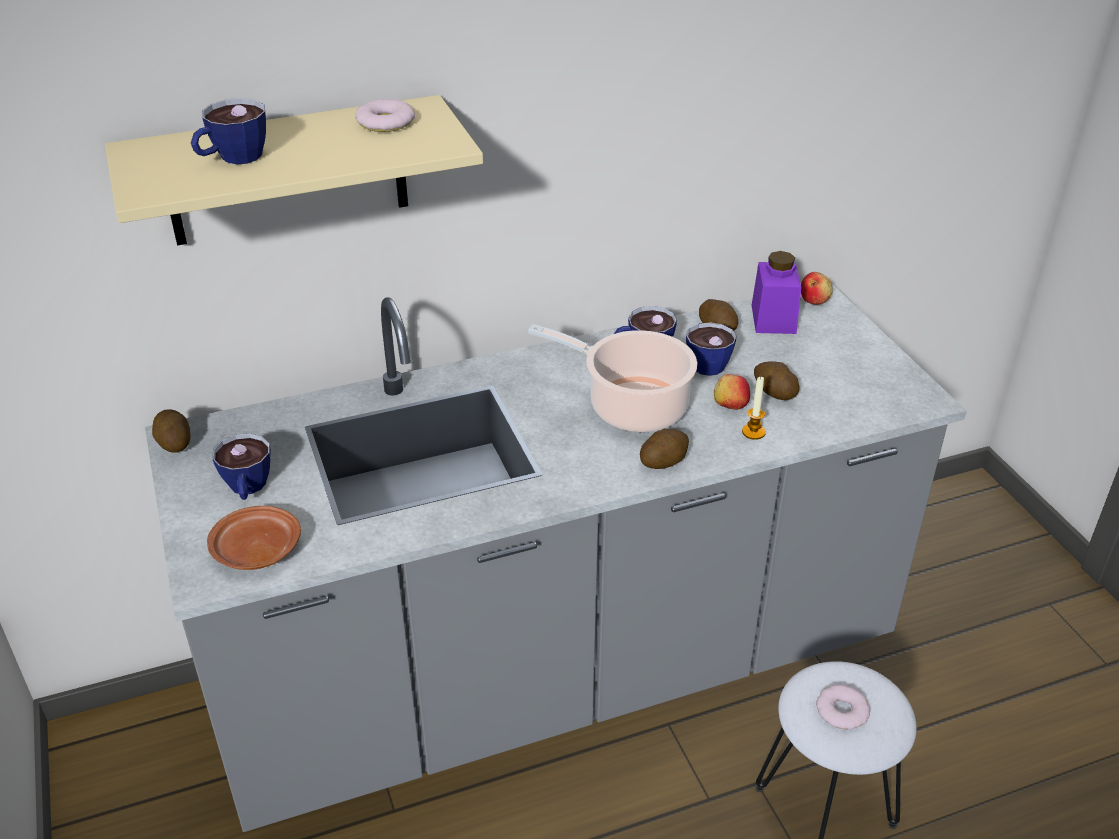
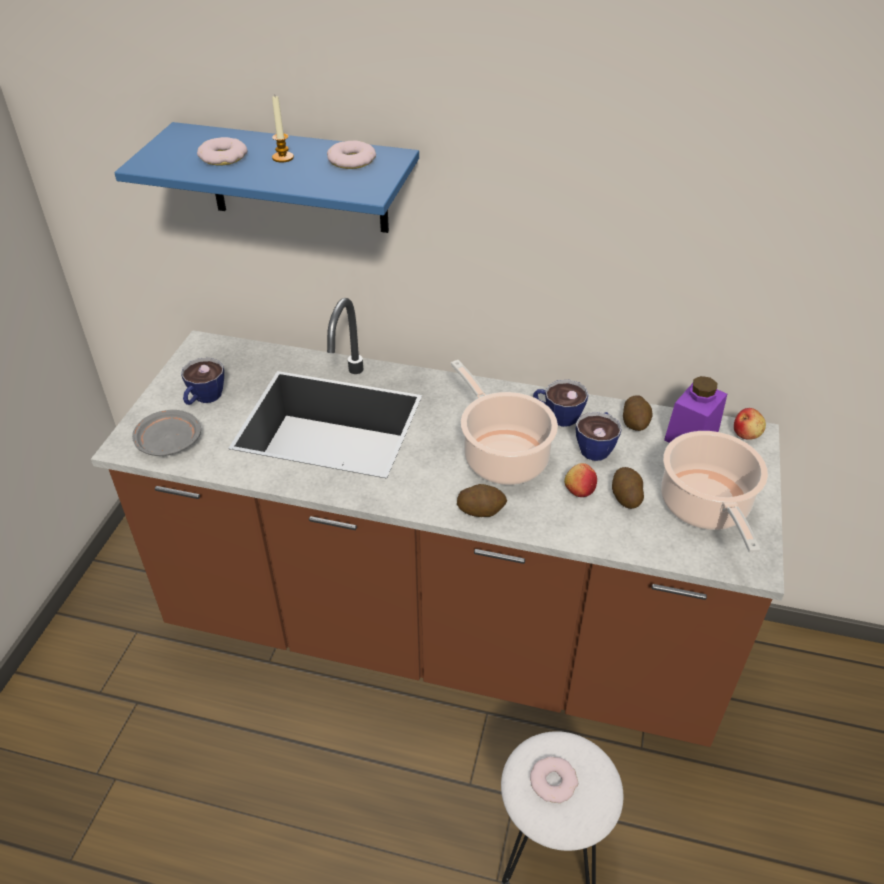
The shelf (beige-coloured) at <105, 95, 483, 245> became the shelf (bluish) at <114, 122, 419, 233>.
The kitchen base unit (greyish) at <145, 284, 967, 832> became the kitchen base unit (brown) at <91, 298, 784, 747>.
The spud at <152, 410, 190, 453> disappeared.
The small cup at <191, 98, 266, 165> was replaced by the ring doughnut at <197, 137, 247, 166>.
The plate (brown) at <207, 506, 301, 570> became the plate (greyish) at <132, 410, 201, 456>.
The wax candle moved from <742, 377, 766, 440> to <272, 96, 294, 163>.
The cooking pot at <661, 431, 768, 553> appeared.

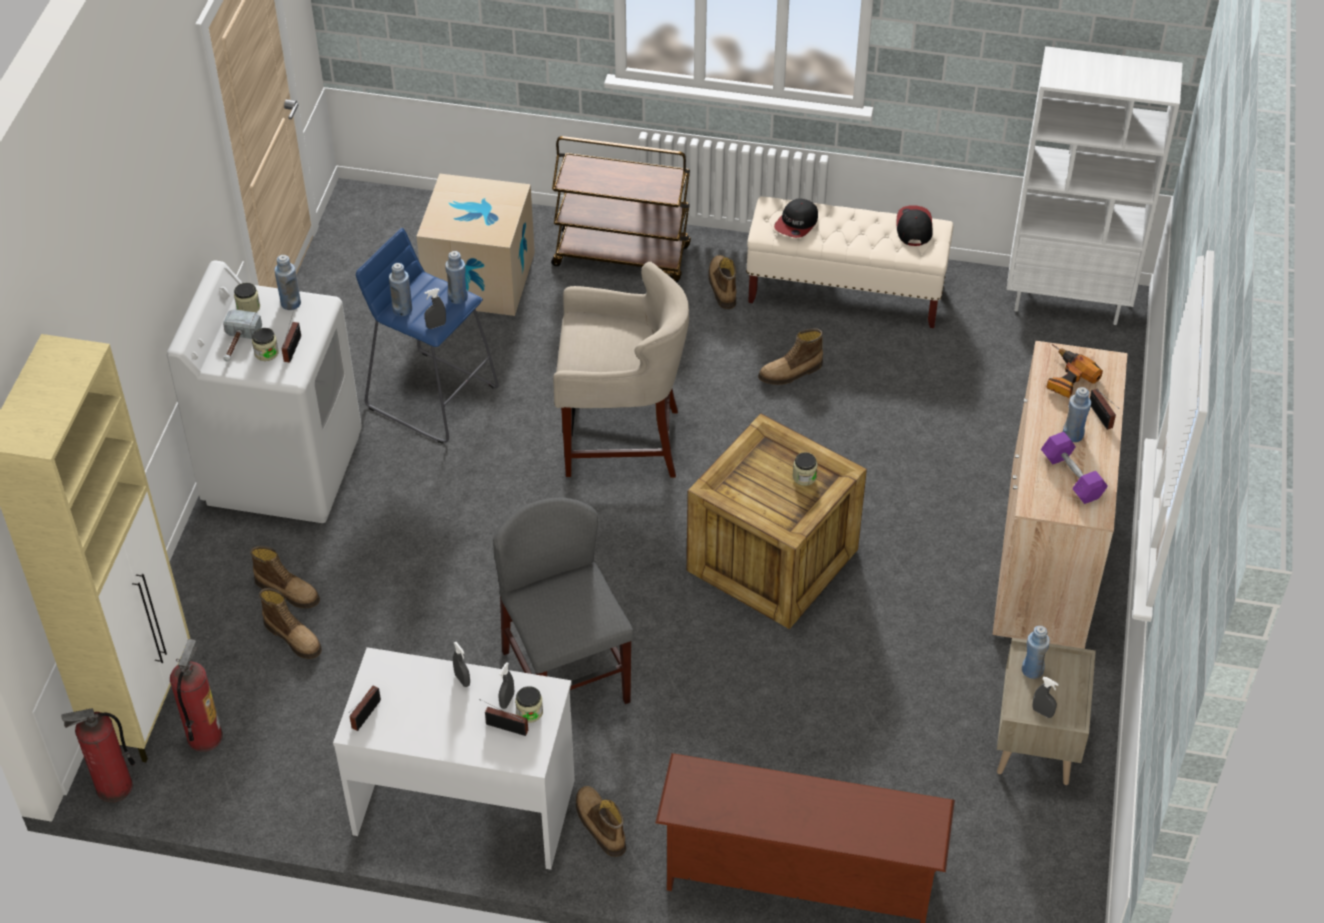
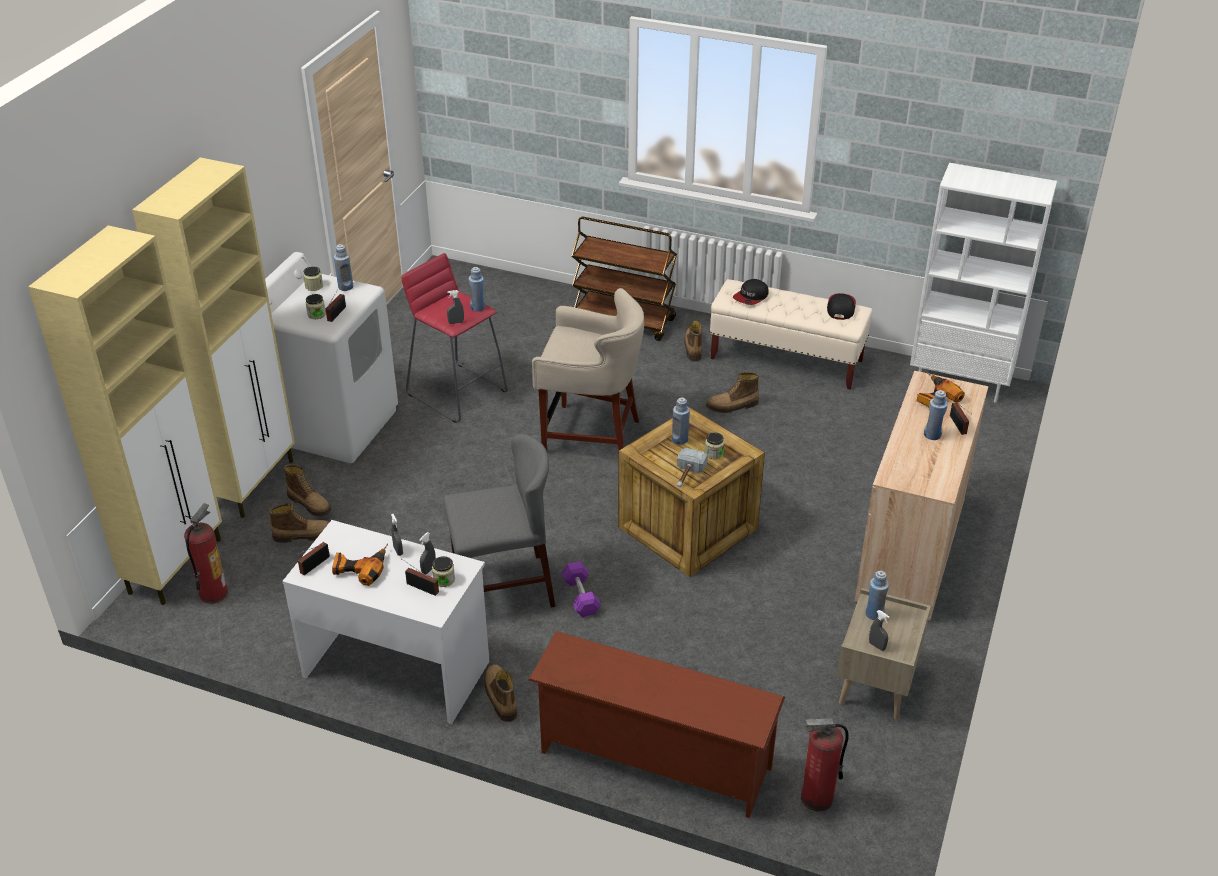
The extinguisher moved from <61, 708, 135, 803> to <801, 718, 849, 812>.
The tool hammer moved from <223, 309, 262, 362> to <677, 448, 708, 487>.
The boot at <259, 588, 322, 659> turned 60 degrees counterclockwise.
The sitting stool (bluish) at <356, 228, 499, 444> became the sitting stool (red-coloured) at <401, 253, 508, 423>.
The bottle (bluish) moved from <389, 263, 412, 316> to <672, 397, 690, 445>.
The cardboard box at <416, 174, 535, 316> disappeared.
The chair (greyish) at <493, 497, 634, 704> turned 90 degrees clockwise.
The hand weight (purple) moved from <1041, 432, 1108, 504> to <562, 561, 601, 617>.
The cabinet (beige-coloured) at <132, 157, 295, 518> appeared.
The power drill at <332, 543, 388, 586> appeared.

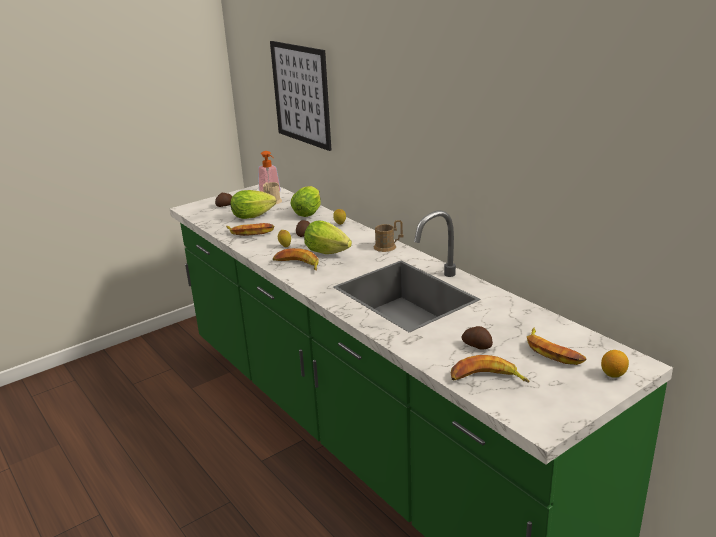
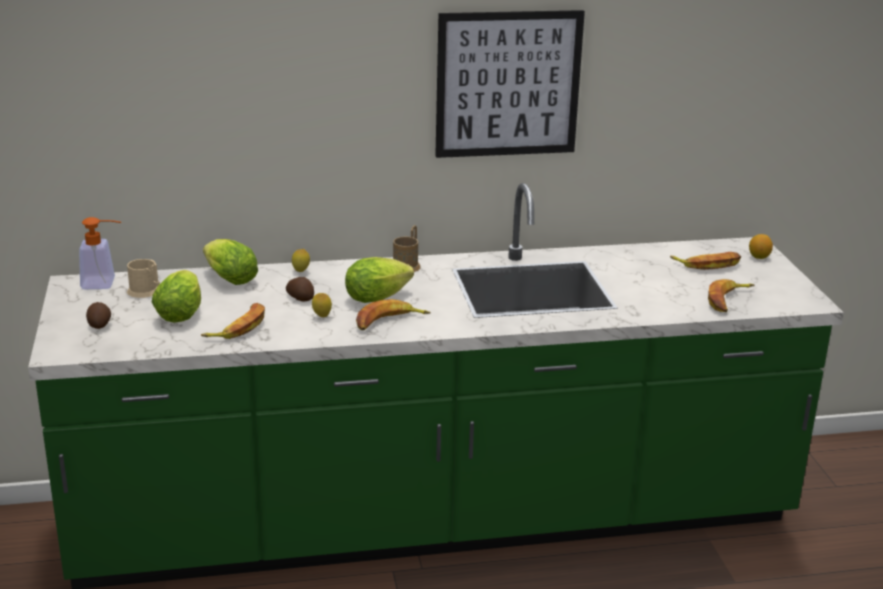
The picture moved from <270, 41, 331, 151> to <435, 10, 585, 158>.
The spud at <462, 326, 493, 349> disappeared.

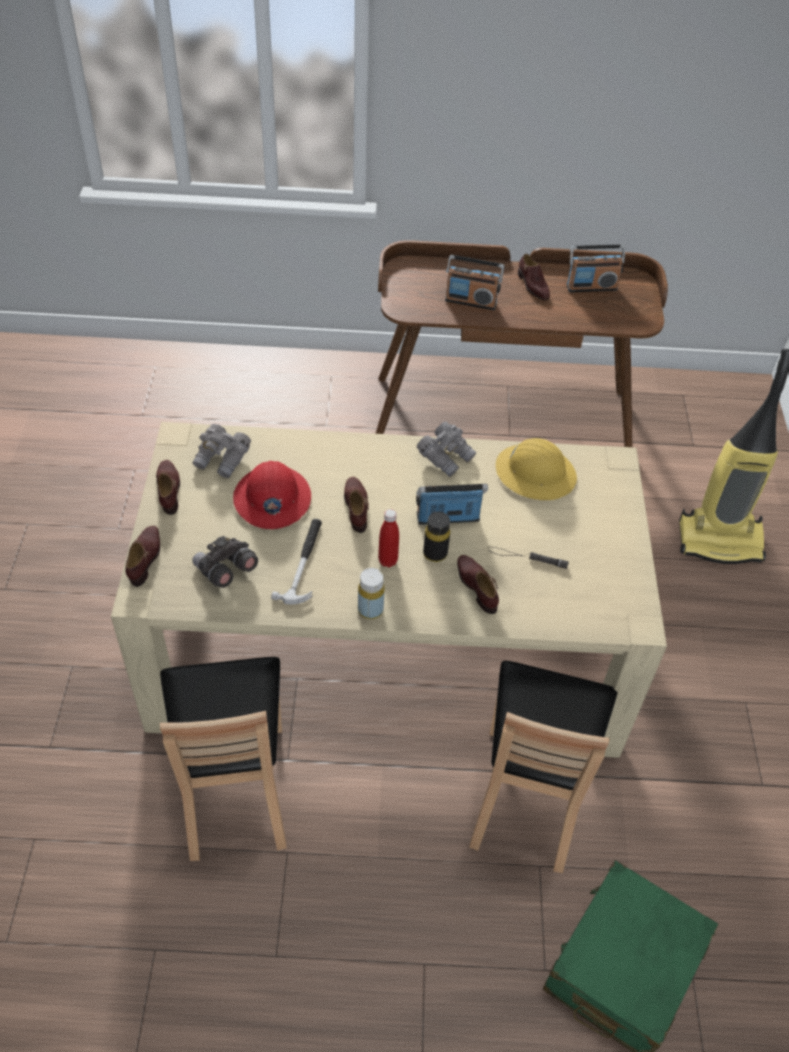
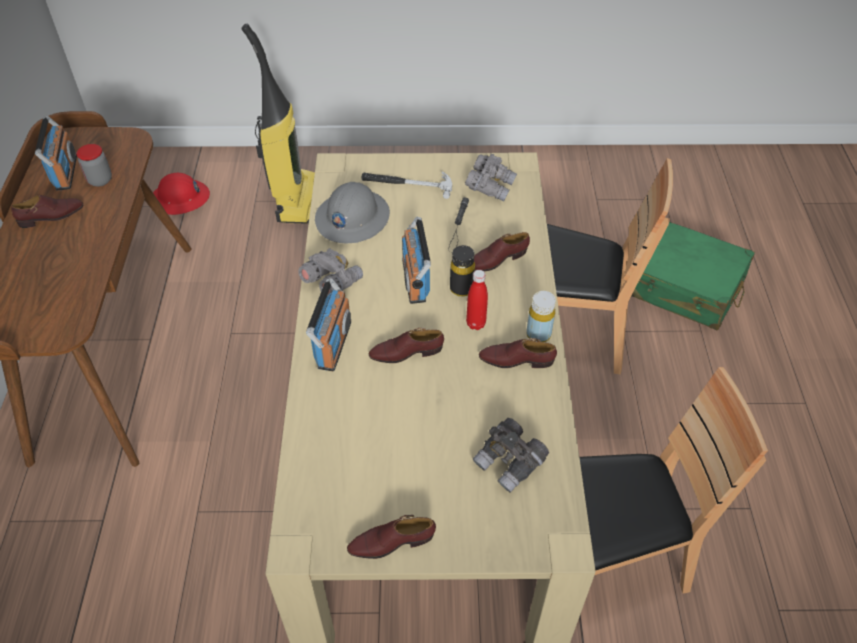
The shoe (brown) moved from <125, 526, 160, 587> to <479, 338, 557, 368>.
The pair of binoculars (greyish) moved from <193, 424, 251, 478> to <465, 154, 517, 202>.
The hard hat (red-coloured) moved from <233, 461, 311, 529> to <153, 173, 210, 215>.
The tool hammer moved from <271, 519, 322, 604> to <361, 172, 452, 199>.
The radio receiver moved from <445, 255, 504, 310> to <306, 278, 351, 371>.
The hard hat (yellow-coloured) at <496, 438, 577, 500> became the hard hat (greyish) at <315, 182, 390, 243>.
The preserve jar at <76, 144, 112, 187> appeared.

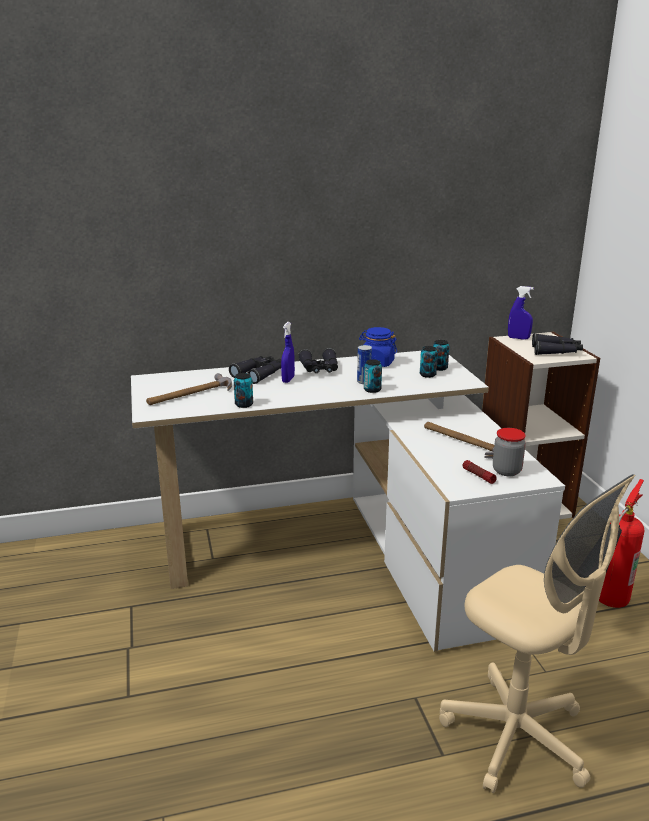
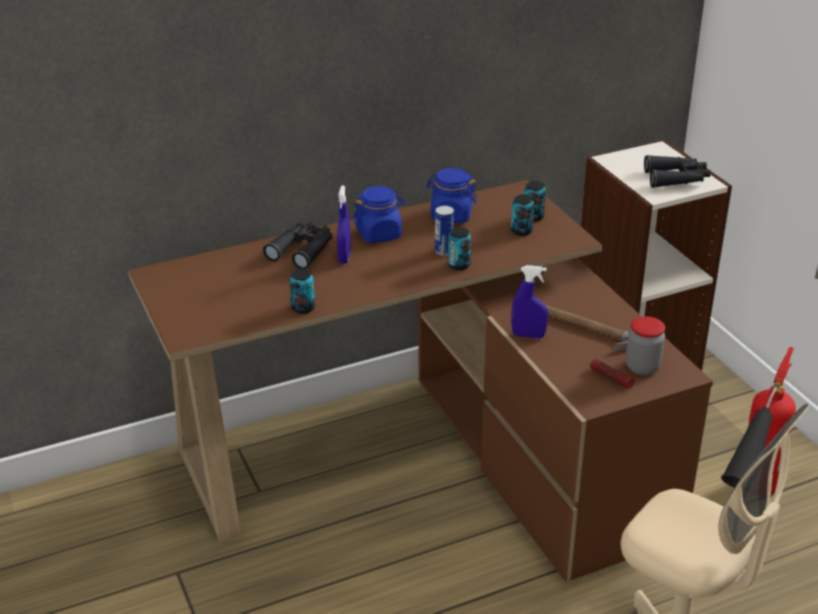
The desk table (white) at <131, 351, 565, 652> became the desk table (brown) at <128, 180, 713, 583>.
The tool hammer at <146, 373, 232, 405> disappeared.
The pair of binoculars (black-coloured) at <298, 348, 338, 373> was replaced by the preserve jar (bluish) at <353, 186, 405, 243>.
The sprayer (bluish) moved from <508, 286, 534, 340> to <511, 265, 548, 339>.

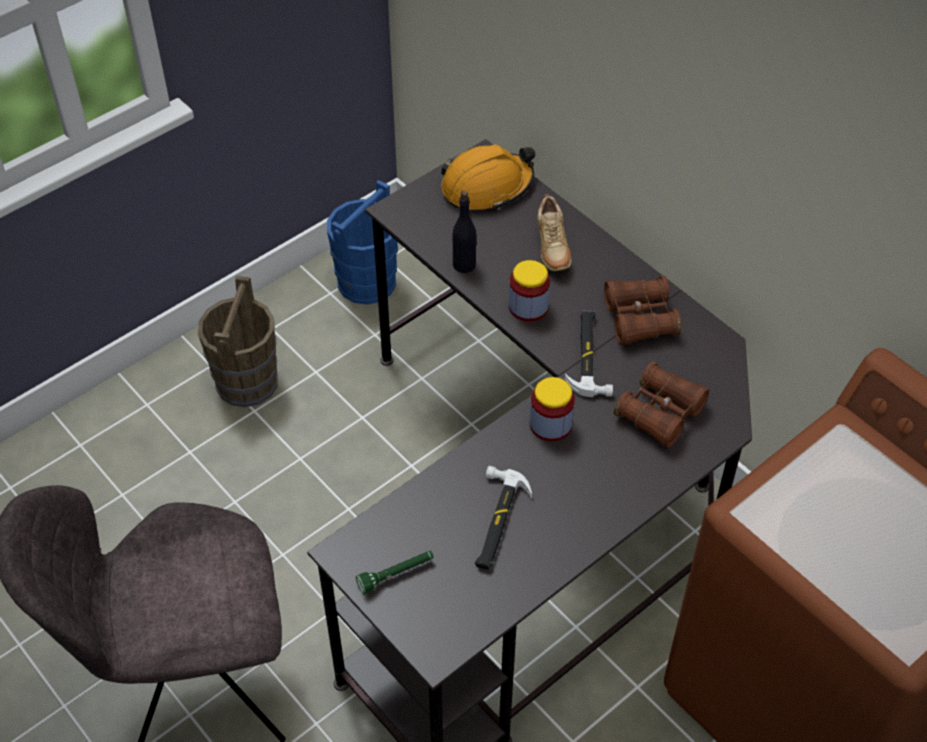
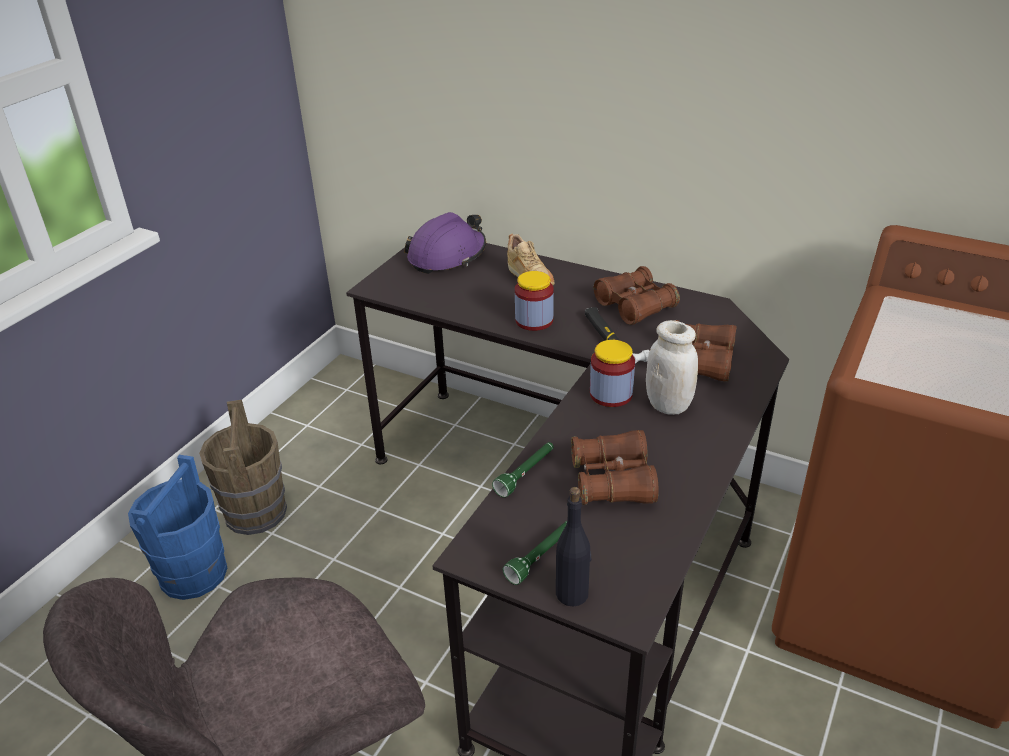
The pail (bluish) moved from <327, 180, 398, 305> to <128, 455, 227, 600>.
The hard hat (orange-coloured) at <441, 144, 535, 210> became the hard hat (purple) at <404, 212, 486, 274>.
The bottle (black-coloured) moved from <453, 190, 477, 273> to <556, 487, 591, 607>.
The tool hammer at <475, 466, 532, 570> was replaced by the pair of binoculars (brown) at <571, 430, 659, 505>.
The flashlight (greenish) at <492, 442, 554, 497> appeared.
The preserve jar (white) at <646, 320, 698, 415> appeared.

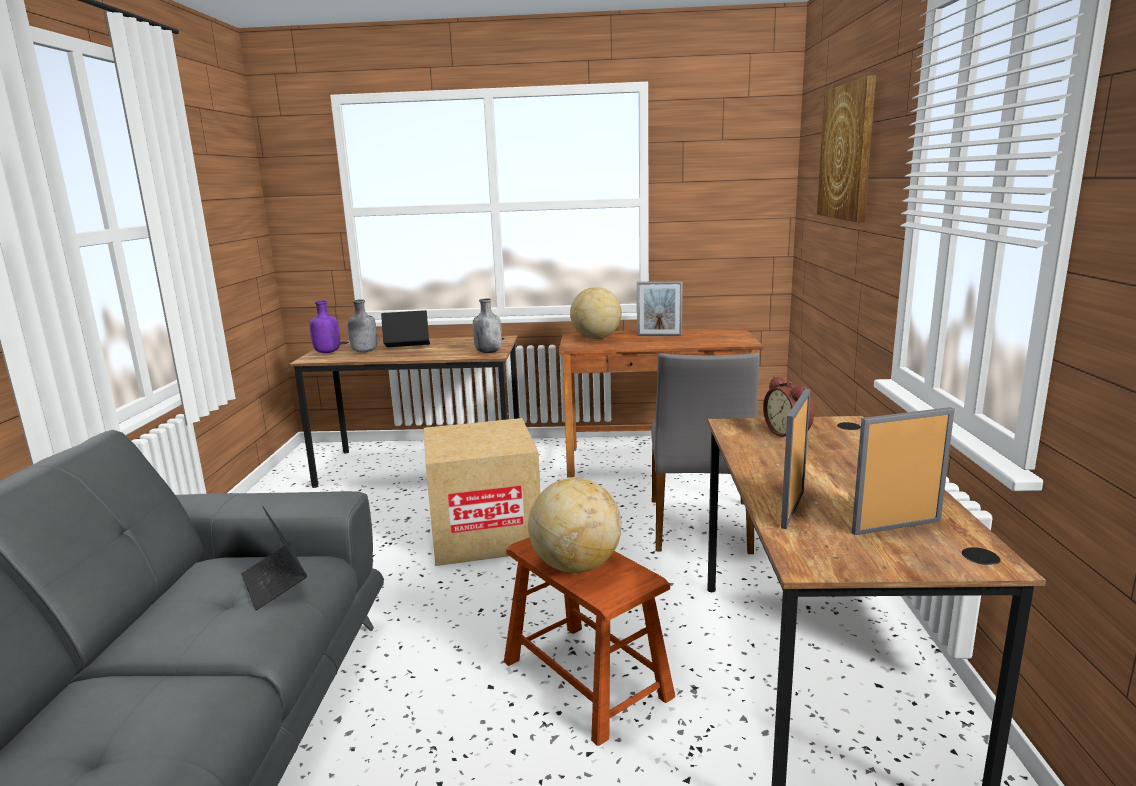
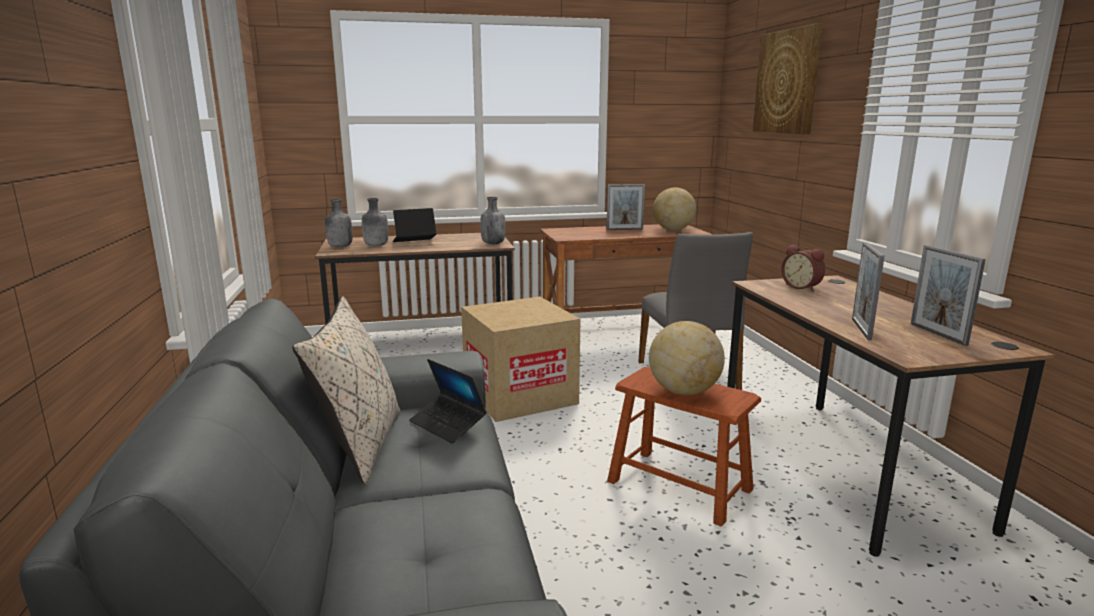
The bottle (purple) at <310, 300, 340, 353> became the bottle (greyish) at <325, 199, 353, 248>.
The world globe moved from <570, 287, 622, 339> to <653, 188, 696, 231>.
The standing frame at <852, 407, 955, 535> turned 75 degrees counterclockwise.
The pillow (beige-coloured) at <292, 296, 400, 484> appeared.

